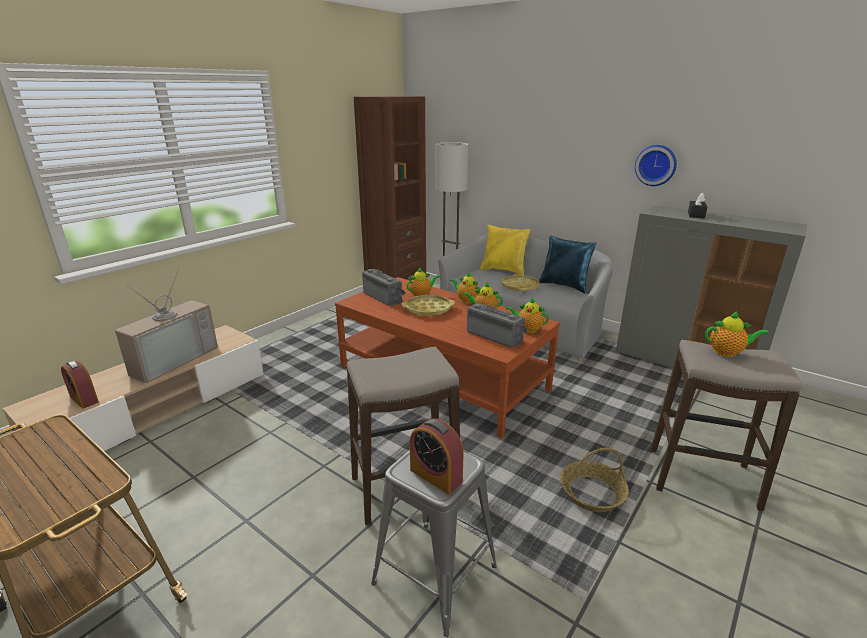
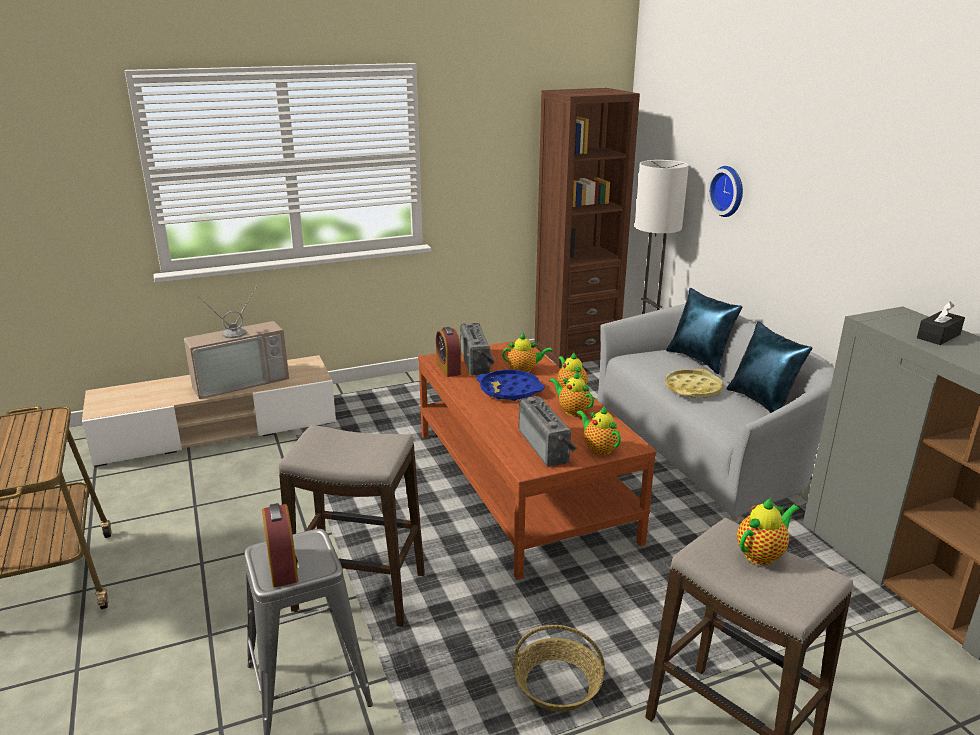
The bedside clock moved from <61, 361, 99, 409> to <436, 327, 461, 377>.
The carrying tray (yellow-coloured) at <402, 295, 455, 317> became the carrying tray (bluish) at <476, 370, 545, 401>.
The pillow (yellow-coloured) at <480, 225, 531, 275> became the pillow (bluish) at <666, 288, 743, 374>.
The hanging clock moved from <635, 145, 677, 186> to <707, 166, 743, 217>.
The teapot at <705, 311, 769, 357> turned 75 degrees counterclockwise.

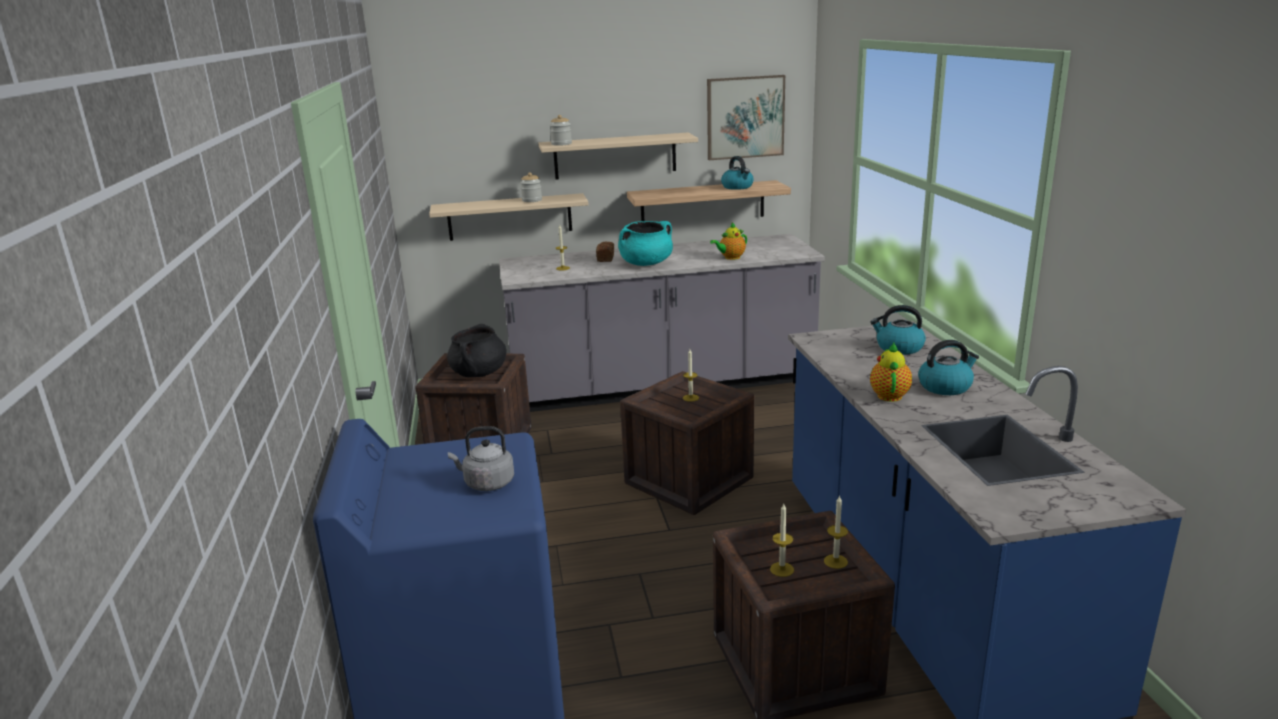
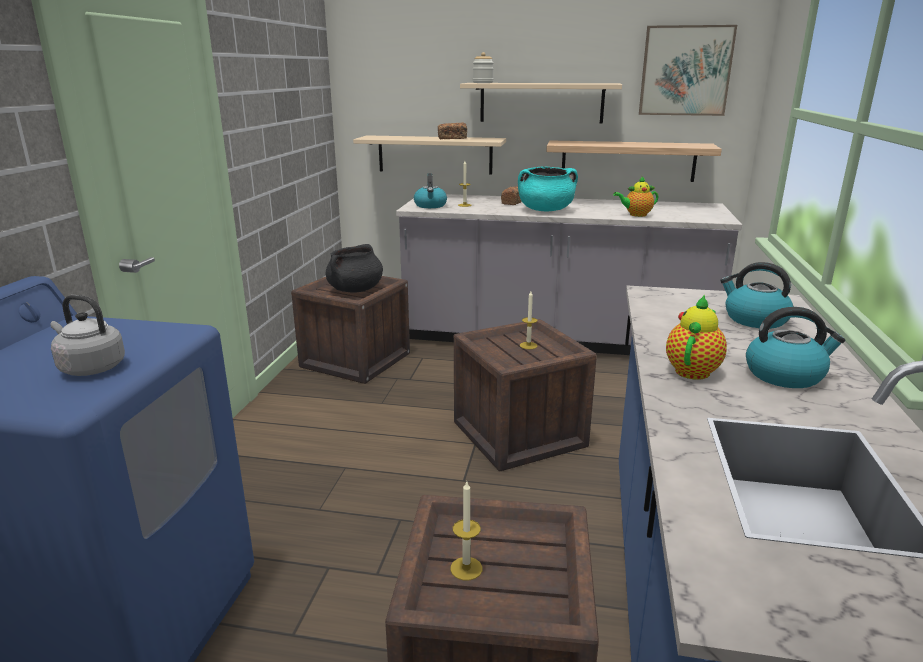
The preserve jar at <520, 172, 542, 202> was replaced by the bakery bread at <438, 123, 467, 139>.
The tea kettle moved from <721, 156, 754, 190> to <414, 173, 447, 208>.
The wax candle at <824, 495, 848, 569> disappeared.

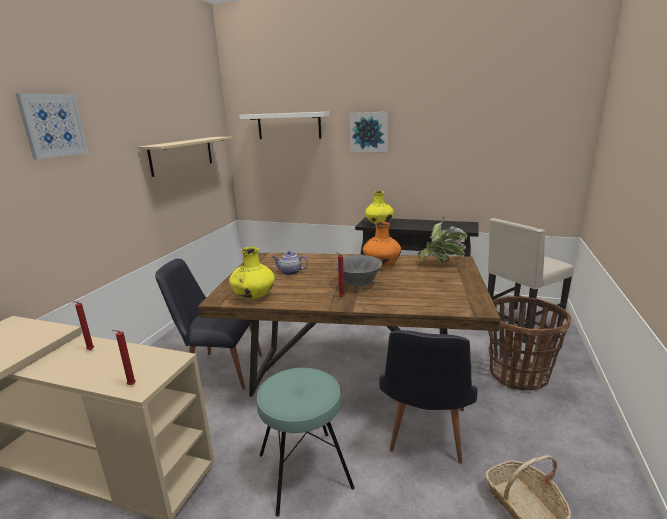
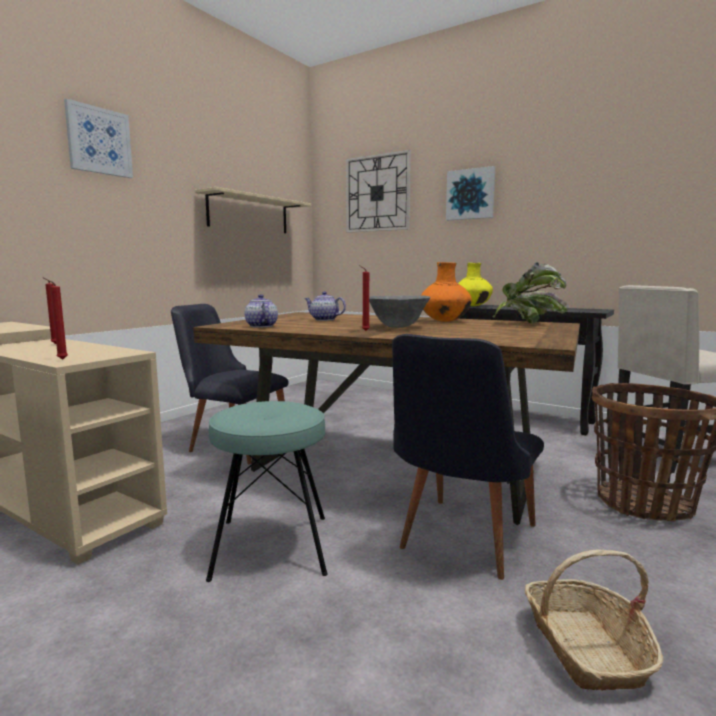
The decorative vase (yellow-coloured) at <229, 247, 275, 299> was replaced by the teapot at <244, 294, 278, 327>.
The shelf (white) at <239, 112, 329, 139> was replaced by the hanging clock at <346, 150, 411, 233>.

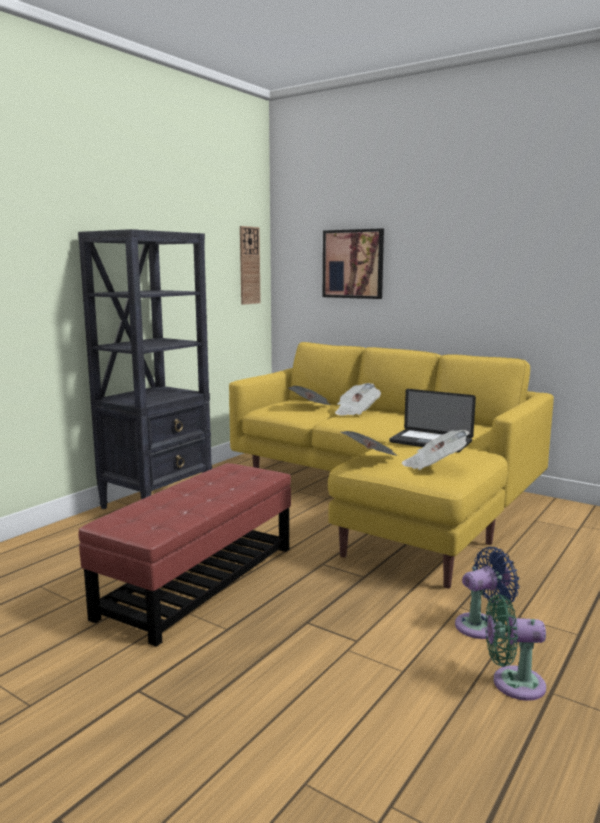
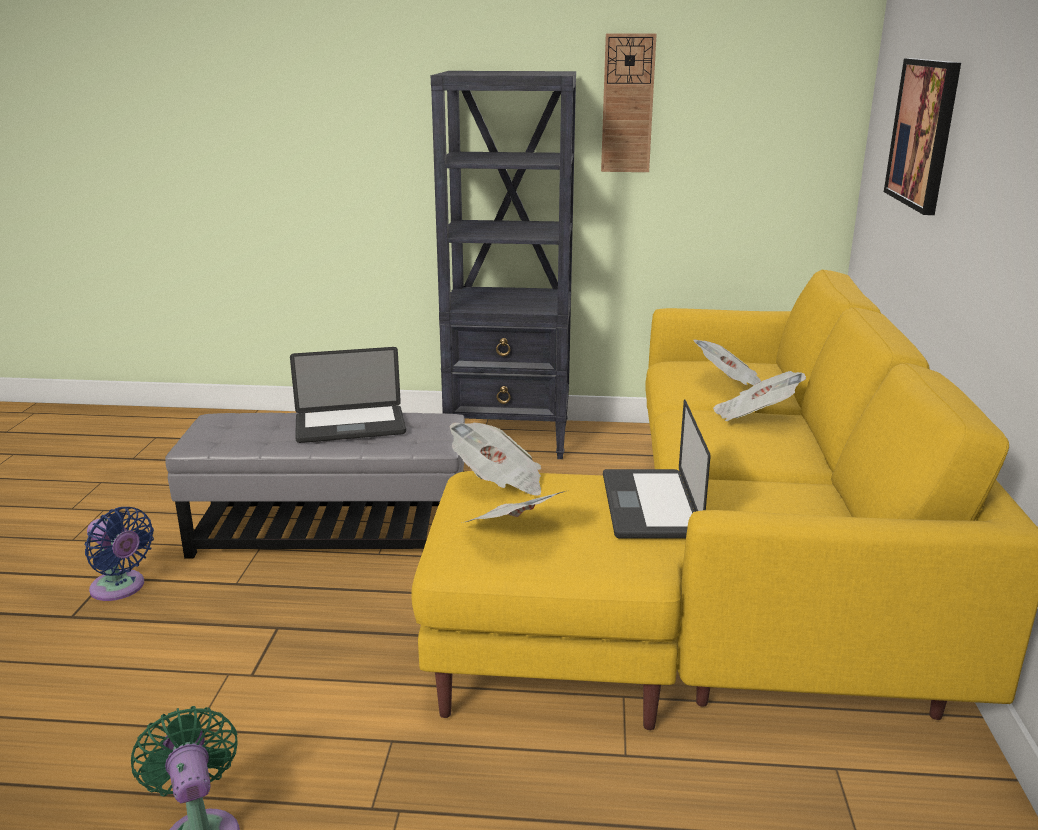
The pouffe (red-coloured) at <78, 463, 291, 647> became the pouffe (greyish) at <165, 413, 465, 559>.
The hanging clock moved from <240, 226, 261, 305> to <601, 33, 657, 172>.
The cooling fan (bluish) moved from <455, 547, 520, 639> to <85, 507, 154, 601>.
The portable computer at <290, 347, 406, 443> appeared.

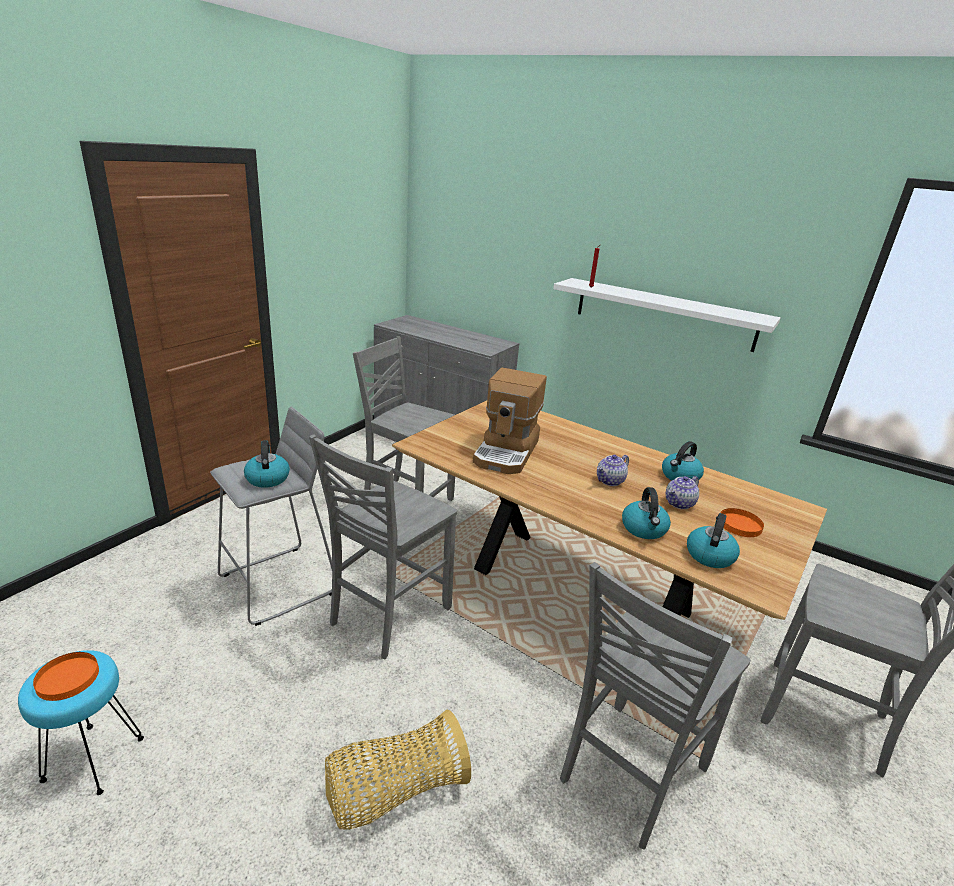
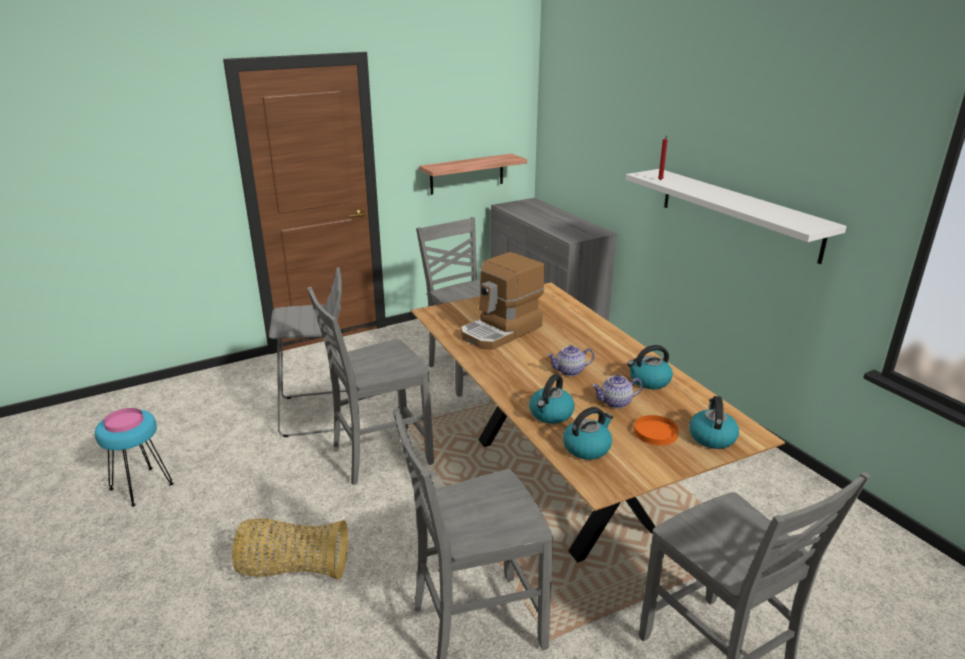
The plate (orange-coloured) at <33, 652, 99, 701> became the plate (pink) at <103, 408, 144, 432>.
The tea kettle moved from <244, 440, 290, 488> to <689, 396, 739, 449>.
The shelf at <419, 154, 527, 195> appeared.

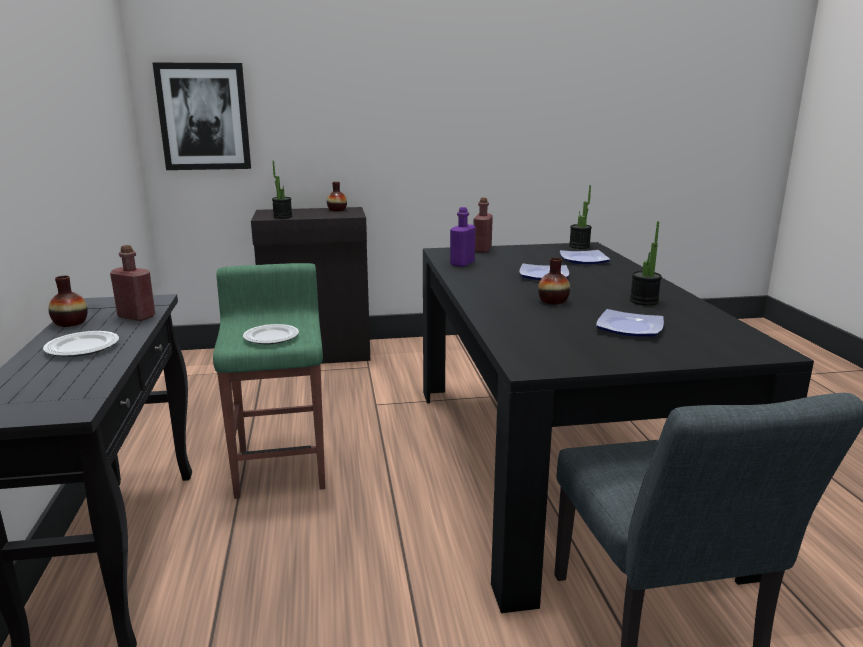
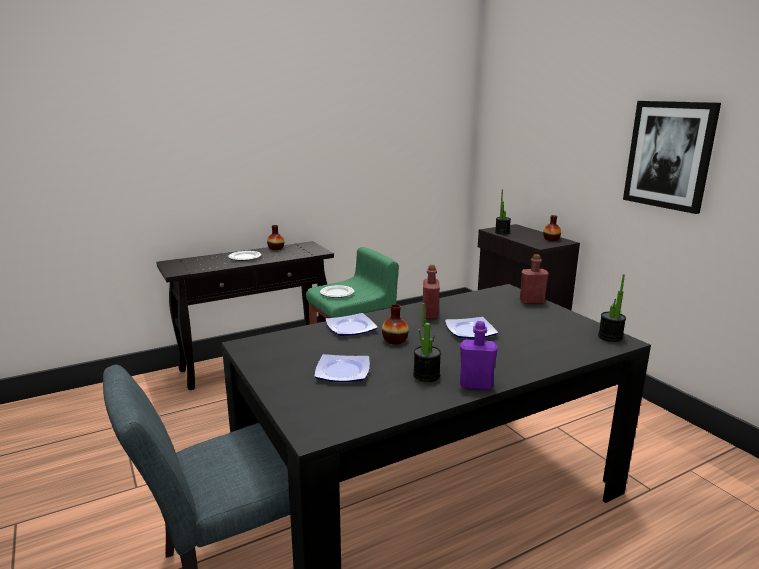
The bottle (red-coloured) moved from <110, 245, 155, 321> to <423, 265, 440, 319>.
The picture moved from <153, 63, 251, 170> to <623, 101, 721, 214>.
The bottle (purple) moved from <450, 207, 476, 267> to <460, 321, 498, 390>.
The plate moved from <560, 250, 611, 264> to <325, 313, 378, 336>.

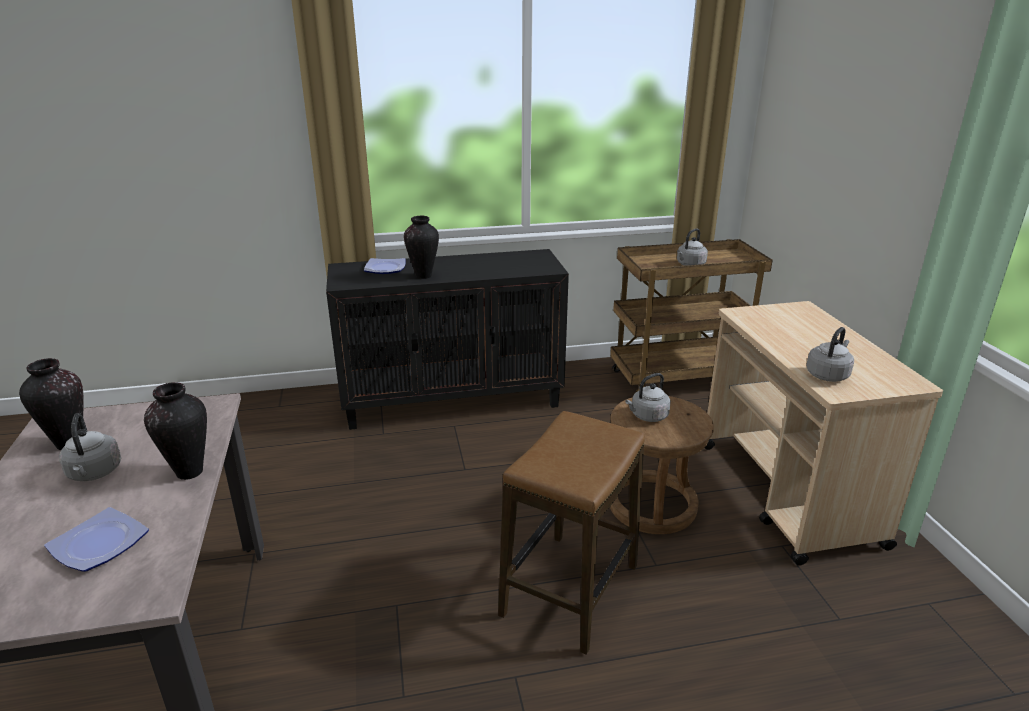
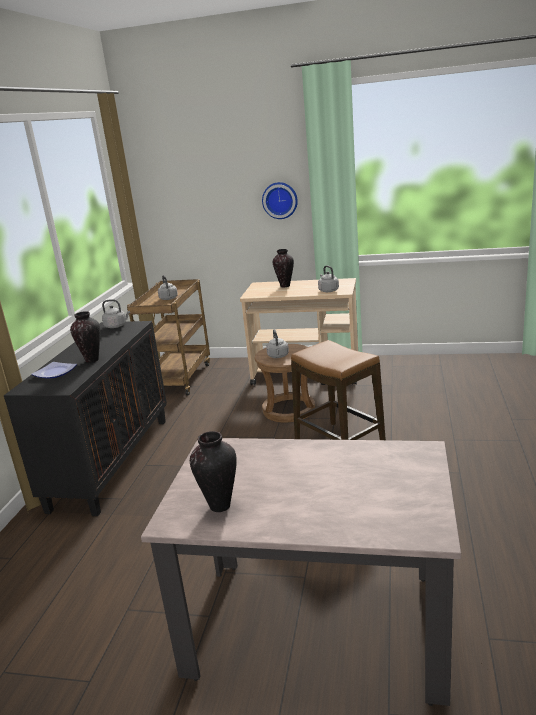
The plate at <44, 507, 149, 572> disappeared.
The tea kettle (greyish) moved from <59, 413, 121, 481> to <102, 299, 130, 328>.
The decorative vase moved from <144, 382, 207, 480> to <273, 249, 294, 287>.
The hanging clock at <262, 182, 298, 219> appeared.

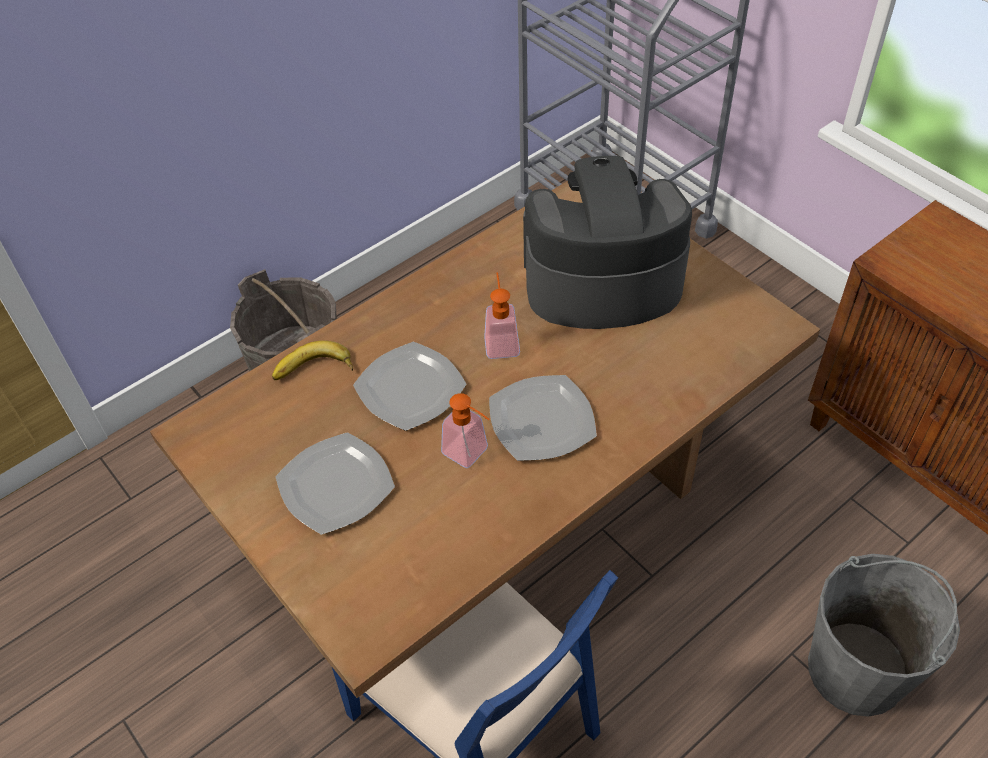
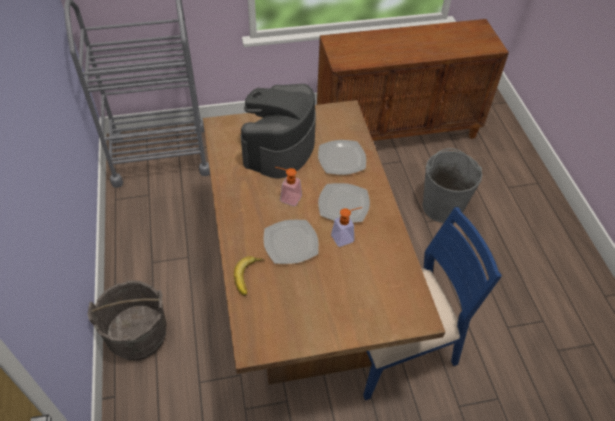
The plate moved from <275, 432, 395, 535> to <318, 140, 366, 175>.

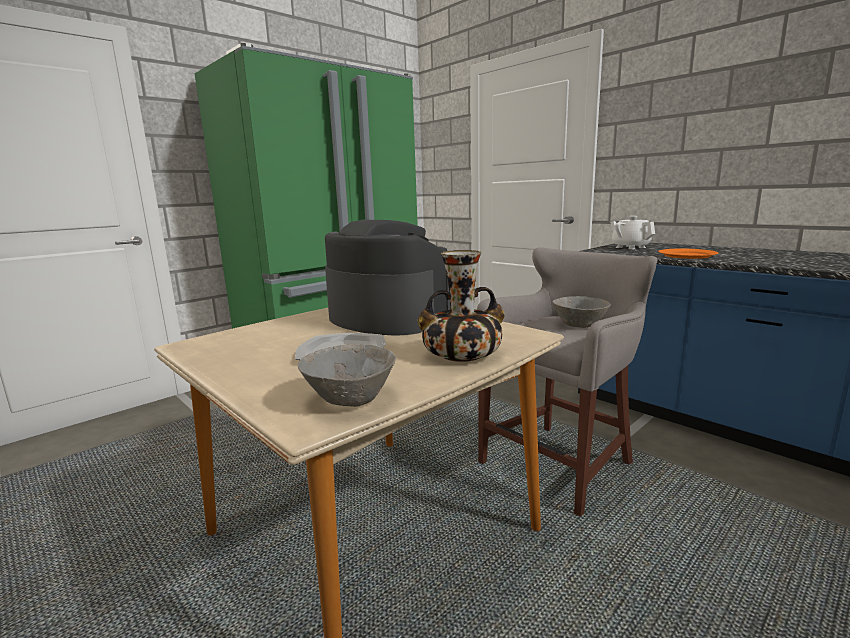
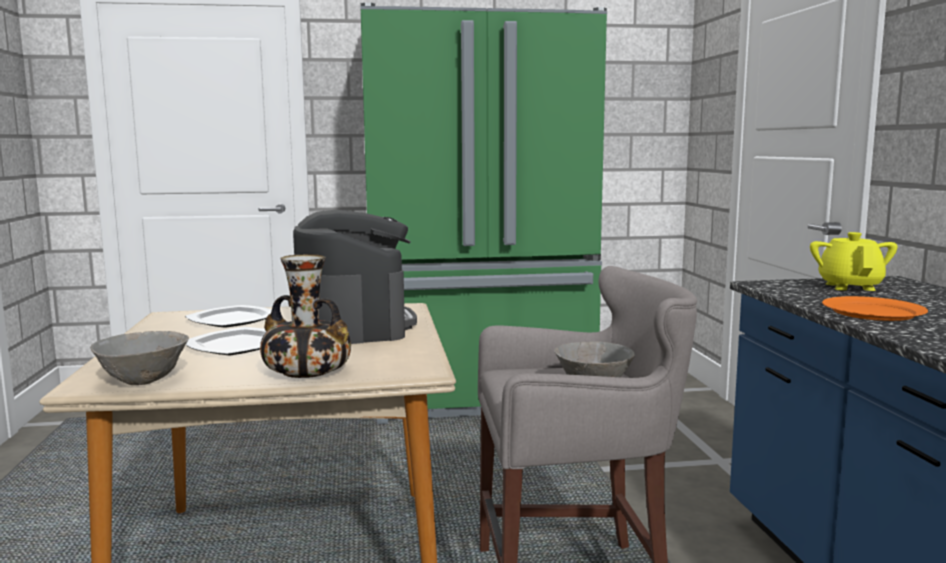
The teapot (white) at <610, 216, 655, 249> became the teapot (yellow-coloured) at <810, 232, 897, 291>.
The plate at <185, 305, 272, 328> appeared.

